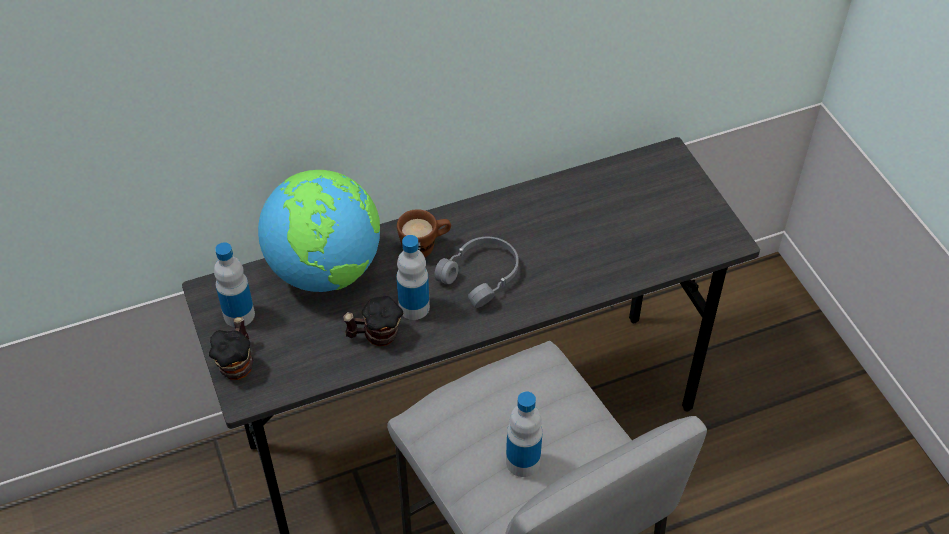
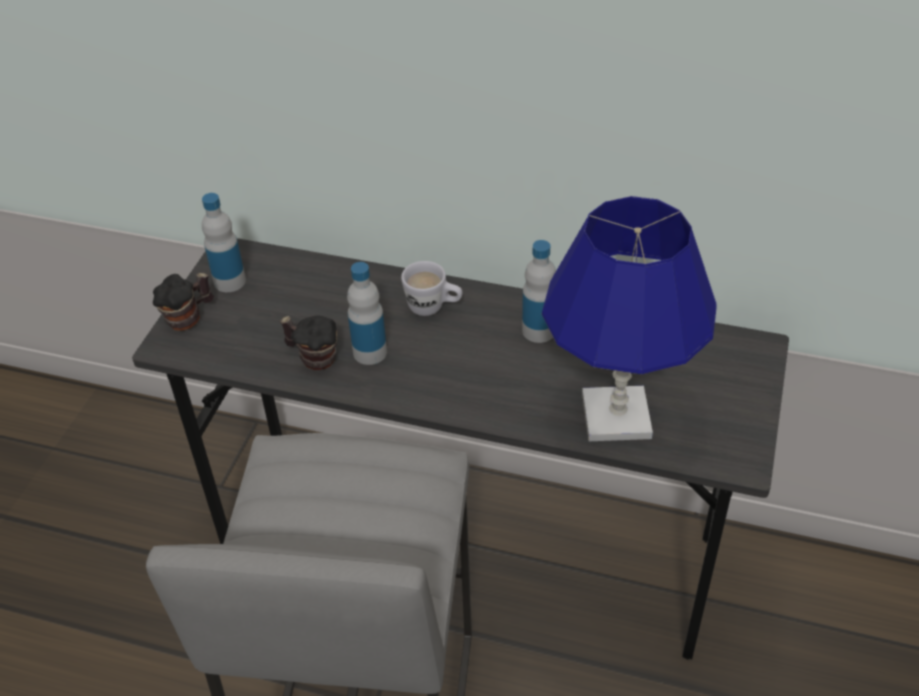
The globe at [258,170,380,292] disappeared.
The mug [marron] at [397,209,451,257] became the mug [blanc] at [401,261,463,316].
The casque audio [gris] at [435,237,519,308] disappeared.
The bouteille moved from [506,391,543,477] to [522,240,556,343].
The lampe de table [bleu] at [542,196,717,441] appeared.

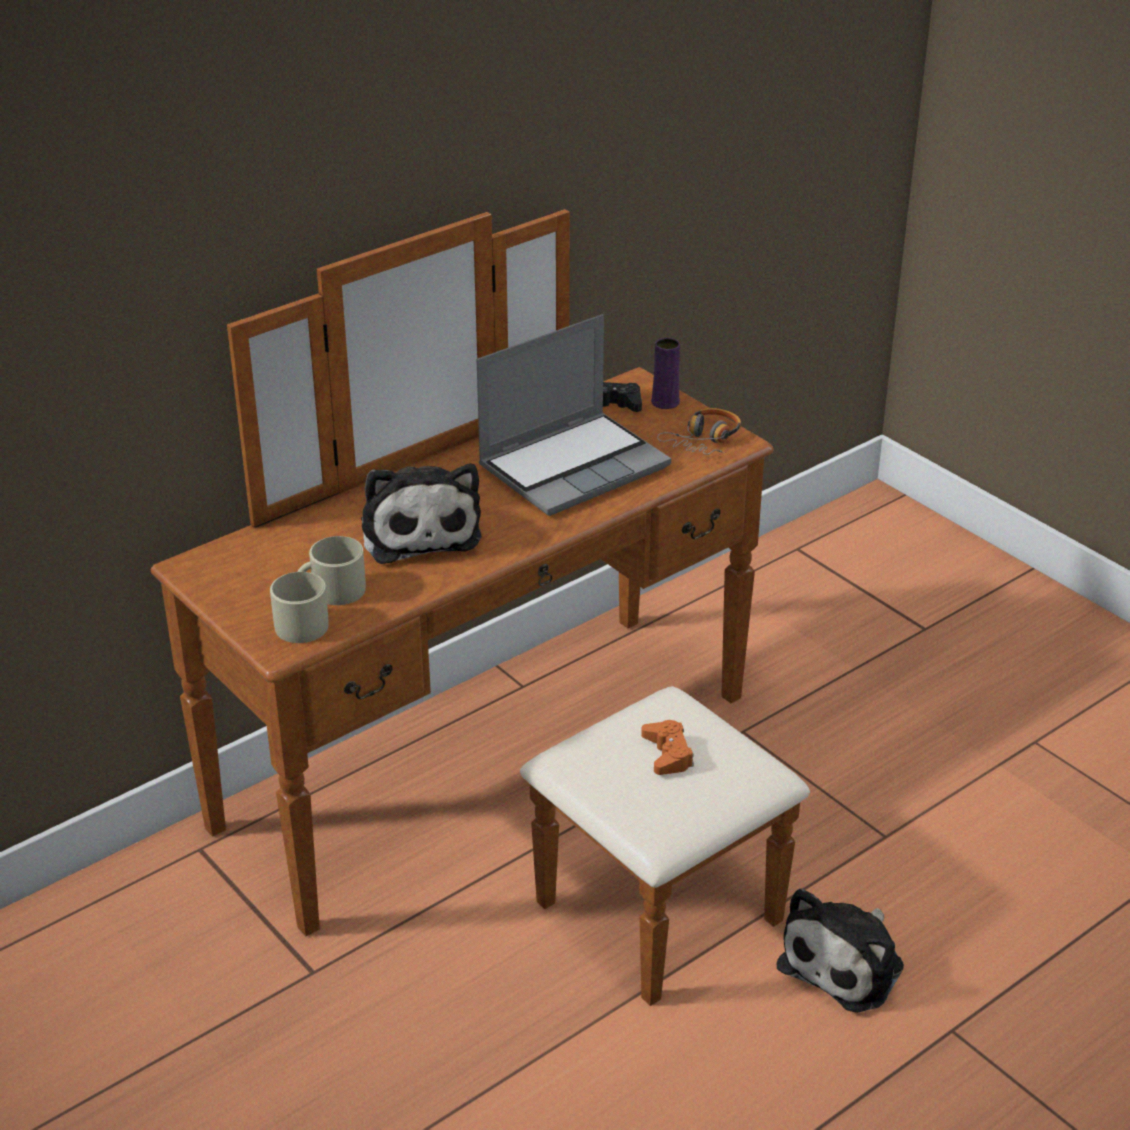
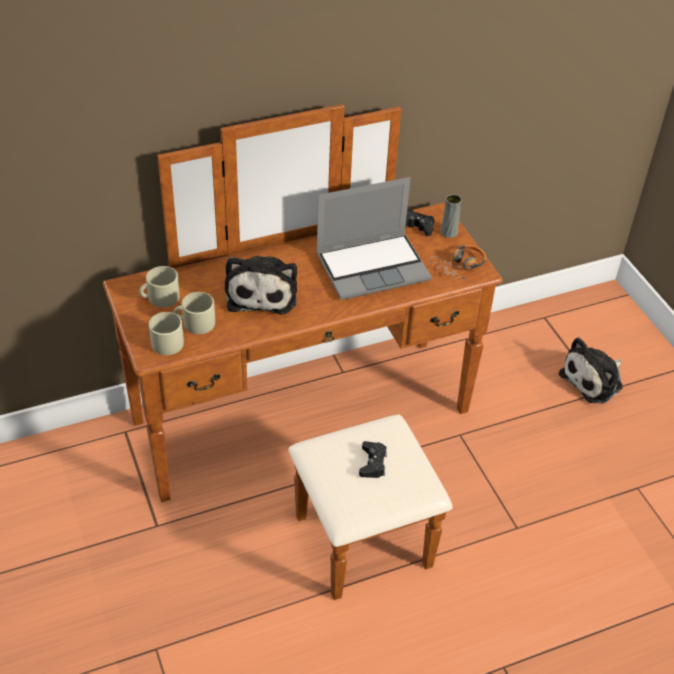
The manette [orange] at [641,720,694,775] became the manette [noir] at [359,441,387,478].
The vase [violet] at [651,338,680,409] became the vase [gris] at [440,194,462,238].
The peluche moved from [777,888,904,1013] to [559,338,623,404].
The mug [beige] at [139,266,180,308] appeared.

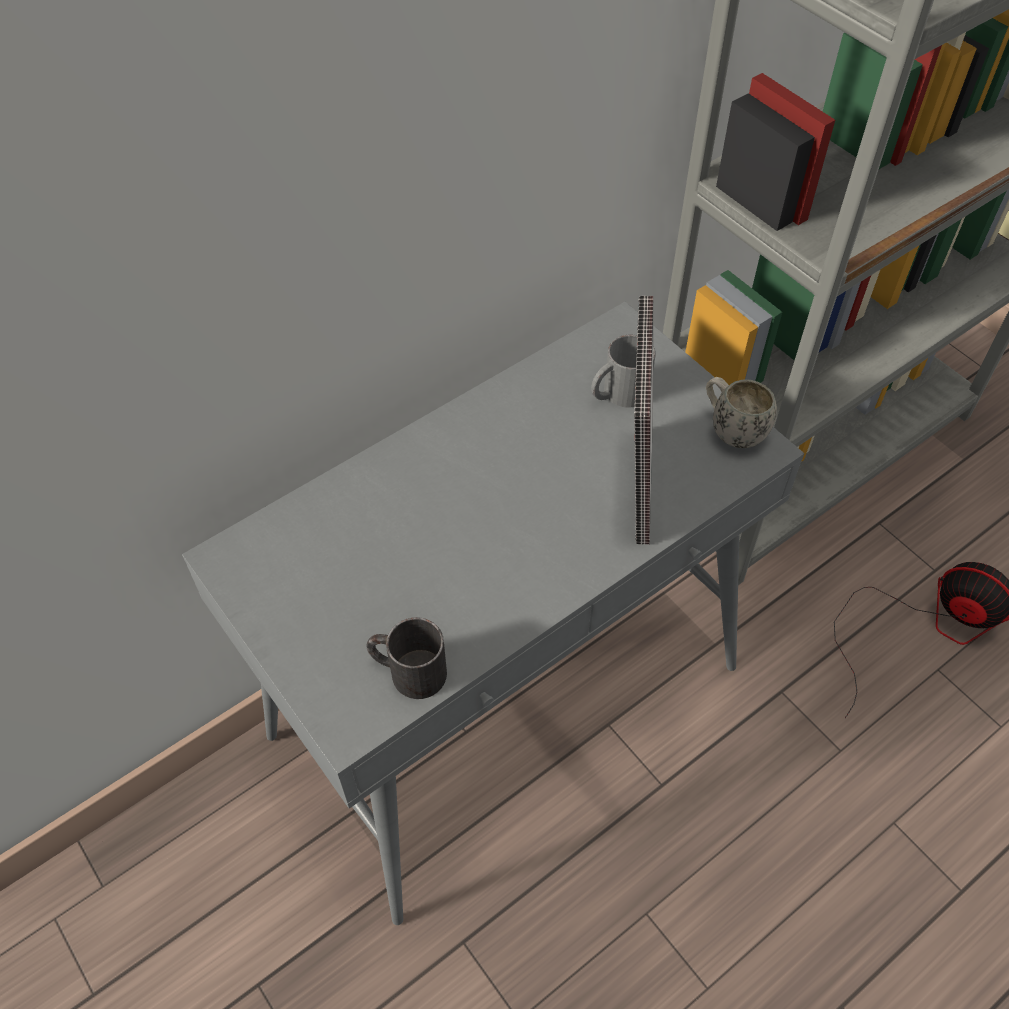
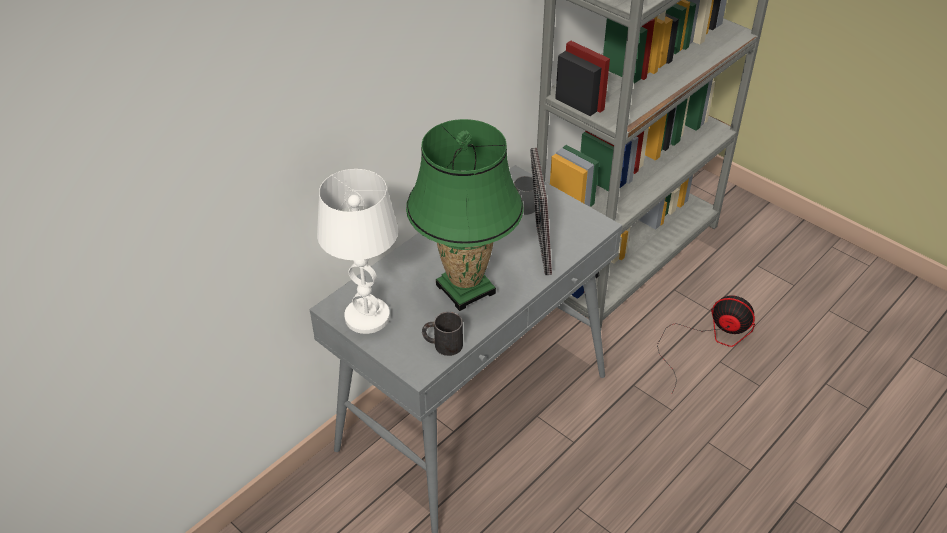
The mug [blanc] at [706,377,777,448] disappeared.
The lampe de table [blanc] at [317,169,398,334] appeared.
The lampe de table [vert] at [406,119,523,311] appeared.

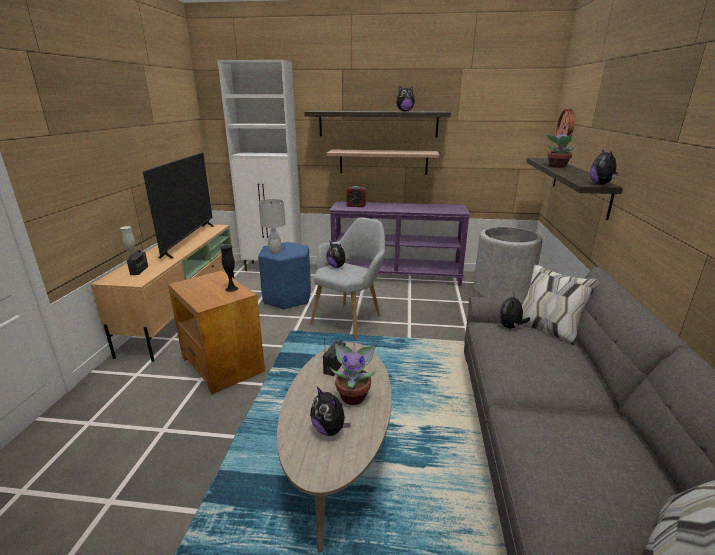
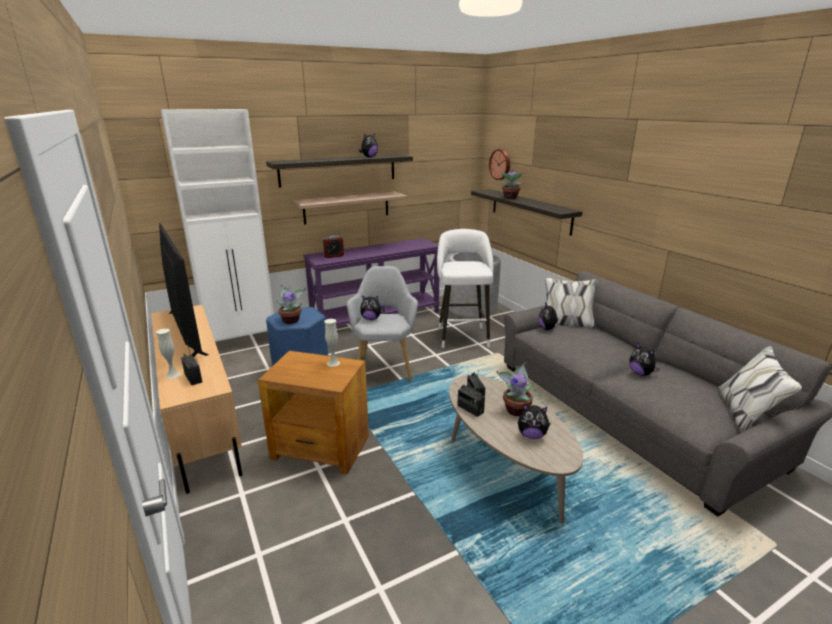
The vase [noir] at [220,245,238,292] became the vase [blanc] at [324,319,340,367].
The lampe de table [blanc] at [259,199,285,254] was replaced by the plante en pot at [276,285,306,324].
The peluche moved from [590,149,618,185] to [630,343,660,376].
The tabouret [blanc] at [437,229,493,348] appeared.
The radio at [457,380,485,417] appeared.

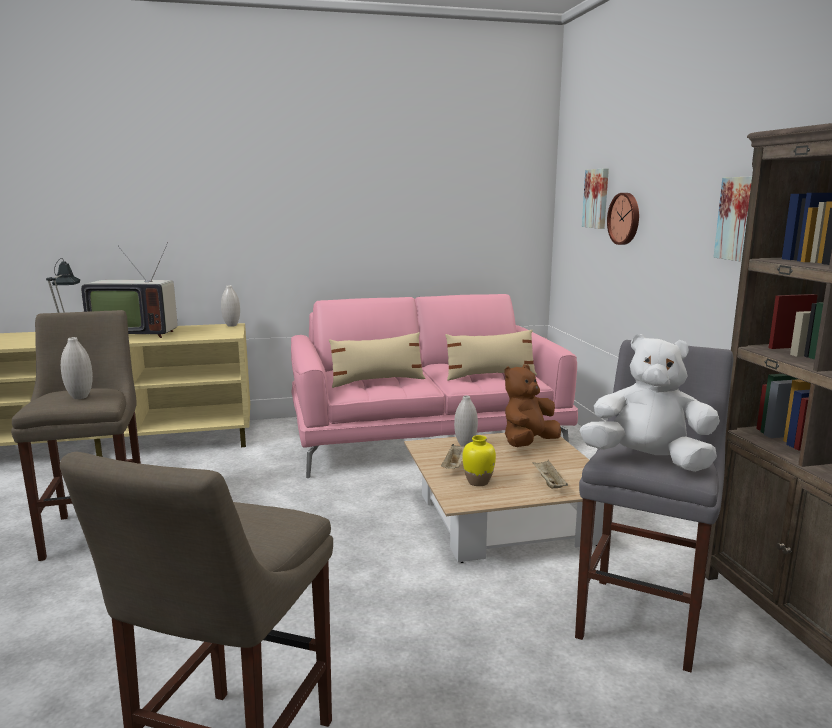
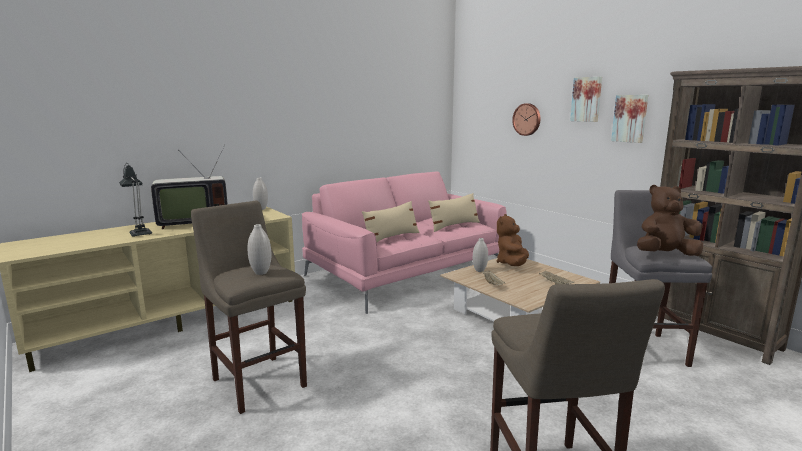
The vase [jaune] at [462,435,496,486] disappeared.
The peluche [blanc] at [580,334,719,472] became the peluche [marron] at [637,185,703,256].
The tableau moved from [582,168,609,229] to [570,77,602,122].

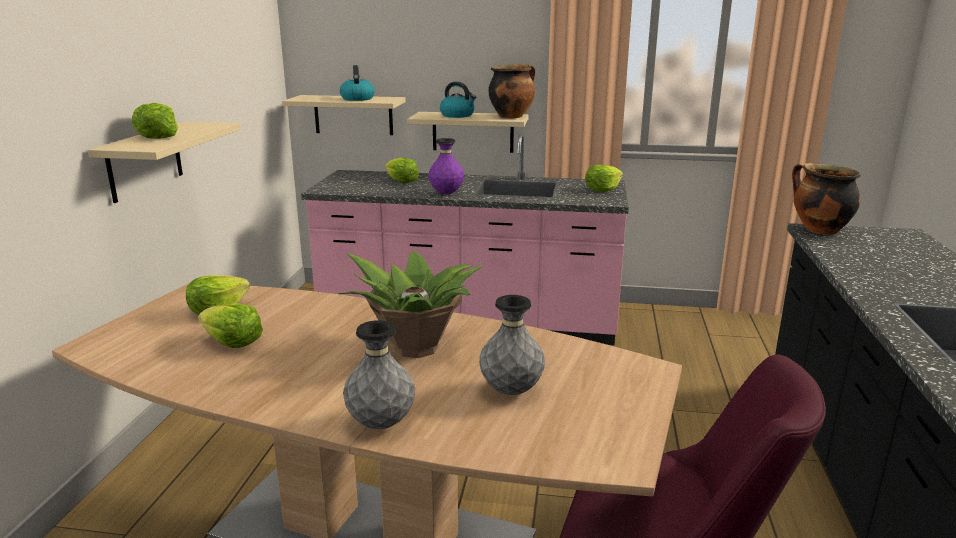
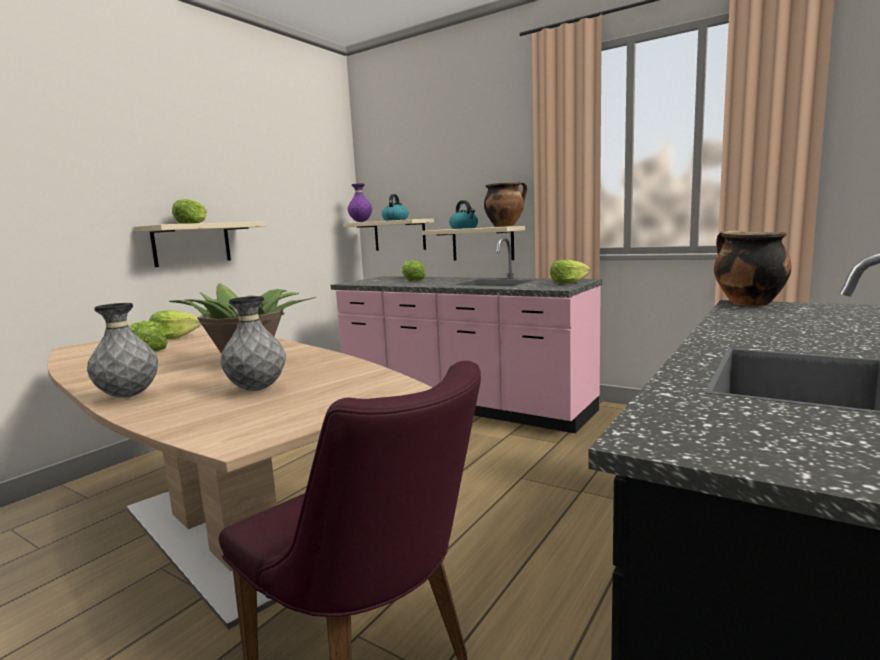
The vase [violet] moved from [428,138,464,194] to [348,184,372,222].

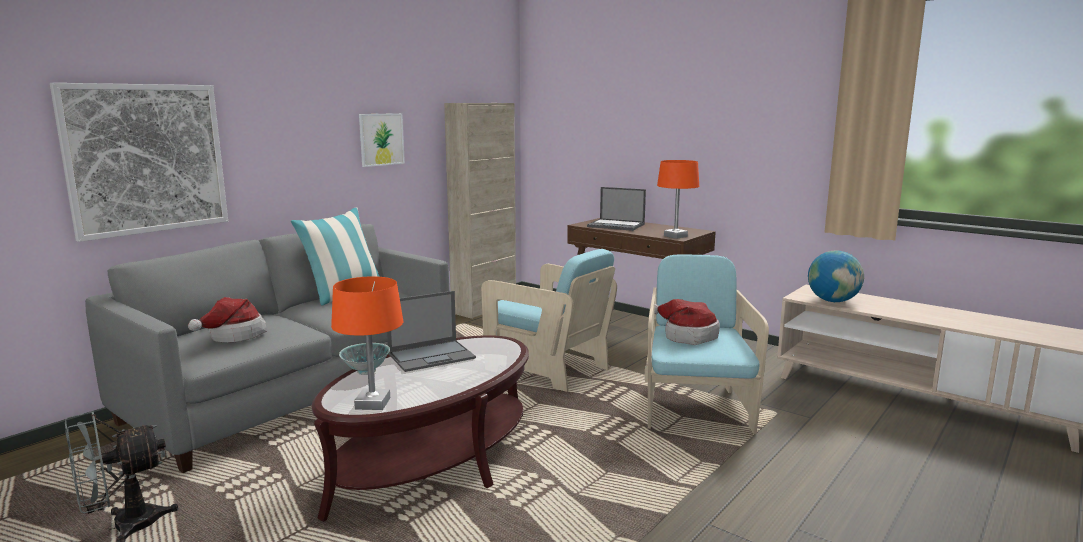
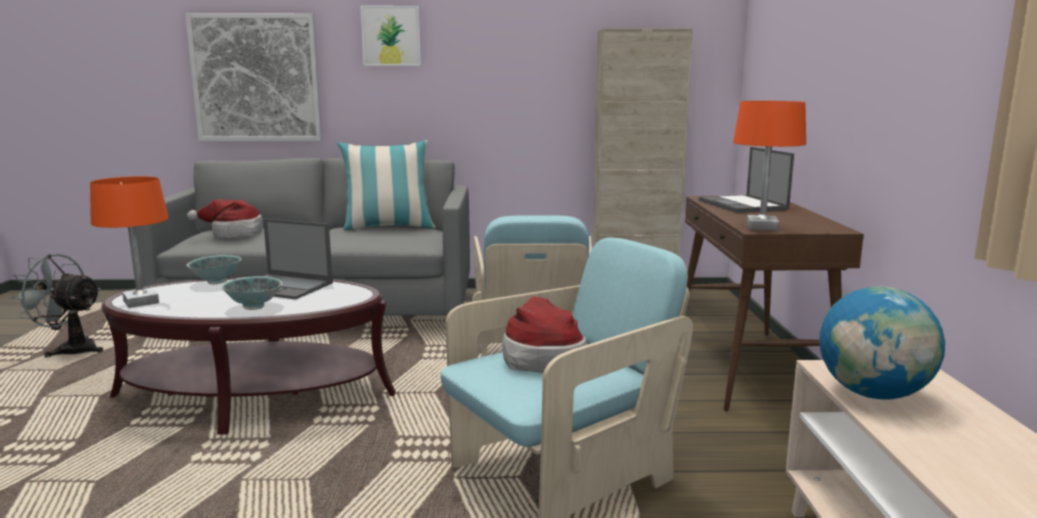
The tableau moved from [359,113,405,167] to [360,6,421,66].
The bol at [221,276,283,310] appeared.

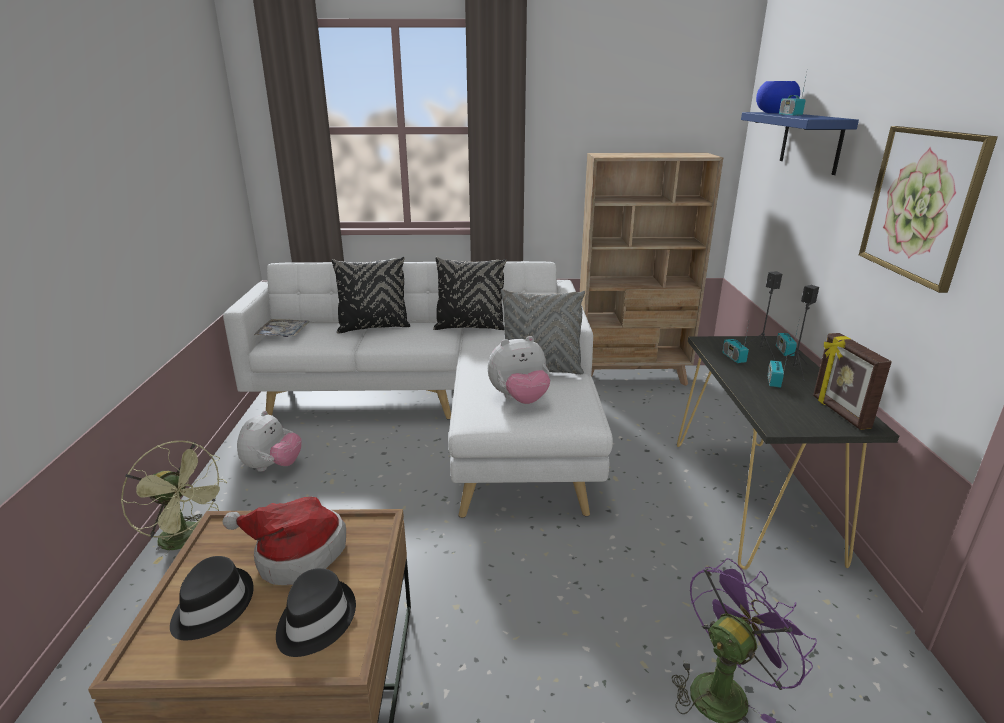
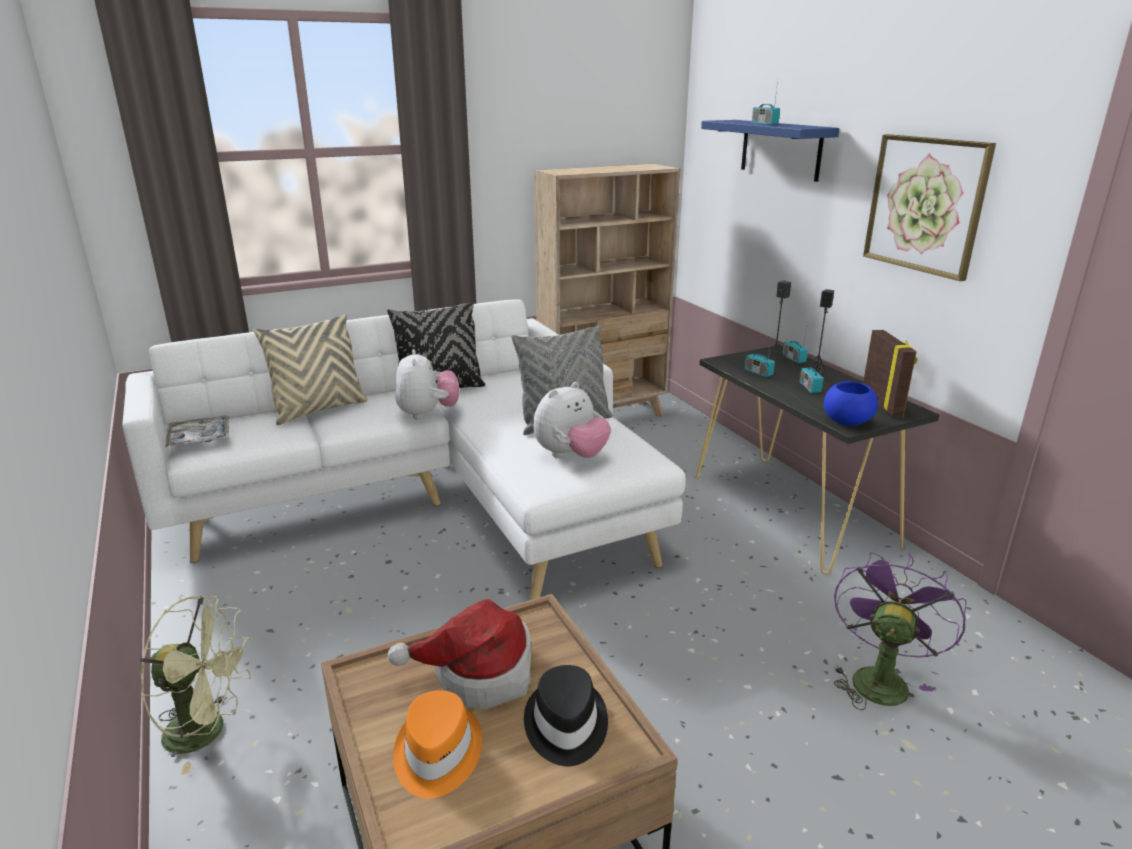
The chapeau [noir] at [170,556,254,640] became the chapeau [orange] at [393,690,483,798].
The peluche moved from [237,411,302,472] to [395,349,459,420].
The coussin [noir] at [332,257,410,334] became the coussin [beige] at [254,314,368,425].
The bol [bleu] moved from [756,81,800,113] to [824,381,878,426].
The cadre photo at [813,333,892,430] turned 150 degrees counterclockwise.

